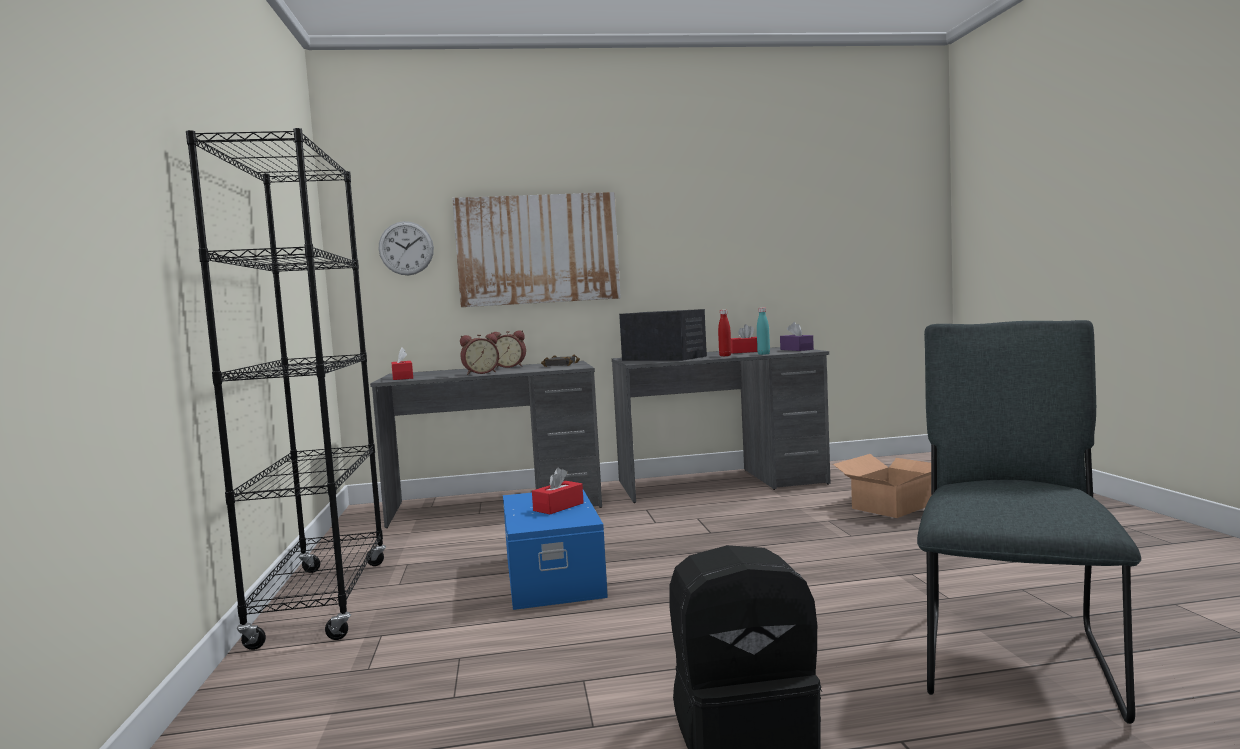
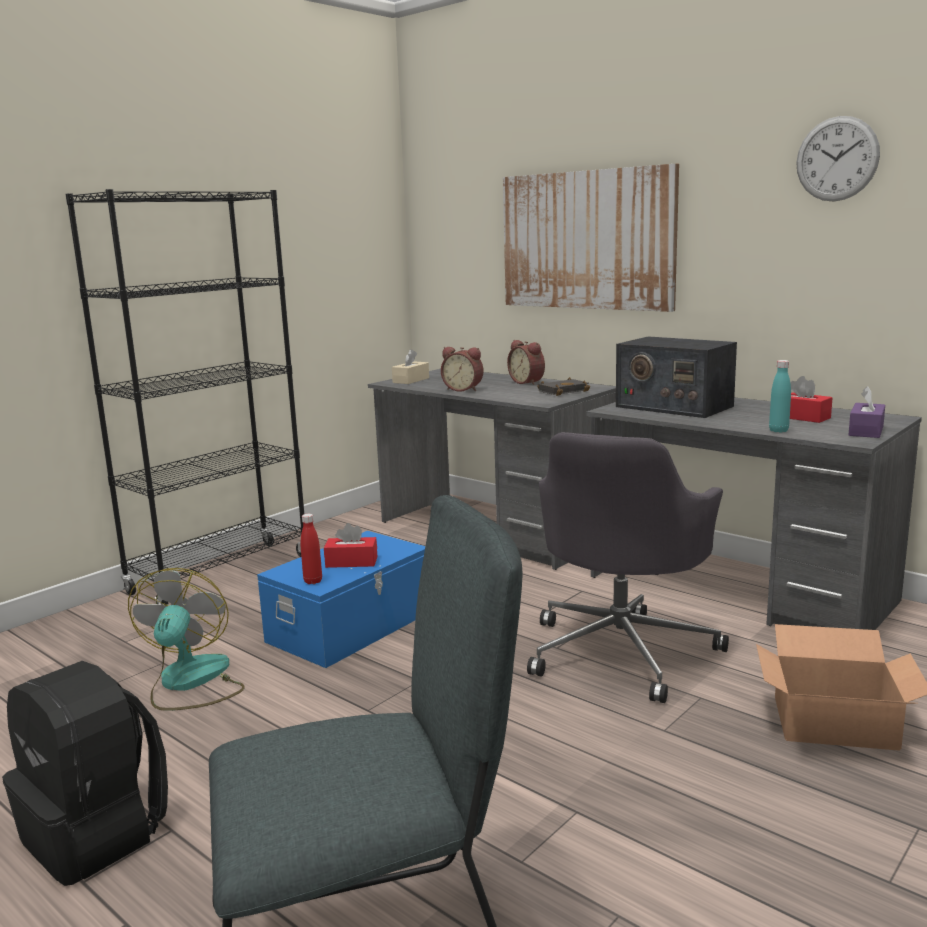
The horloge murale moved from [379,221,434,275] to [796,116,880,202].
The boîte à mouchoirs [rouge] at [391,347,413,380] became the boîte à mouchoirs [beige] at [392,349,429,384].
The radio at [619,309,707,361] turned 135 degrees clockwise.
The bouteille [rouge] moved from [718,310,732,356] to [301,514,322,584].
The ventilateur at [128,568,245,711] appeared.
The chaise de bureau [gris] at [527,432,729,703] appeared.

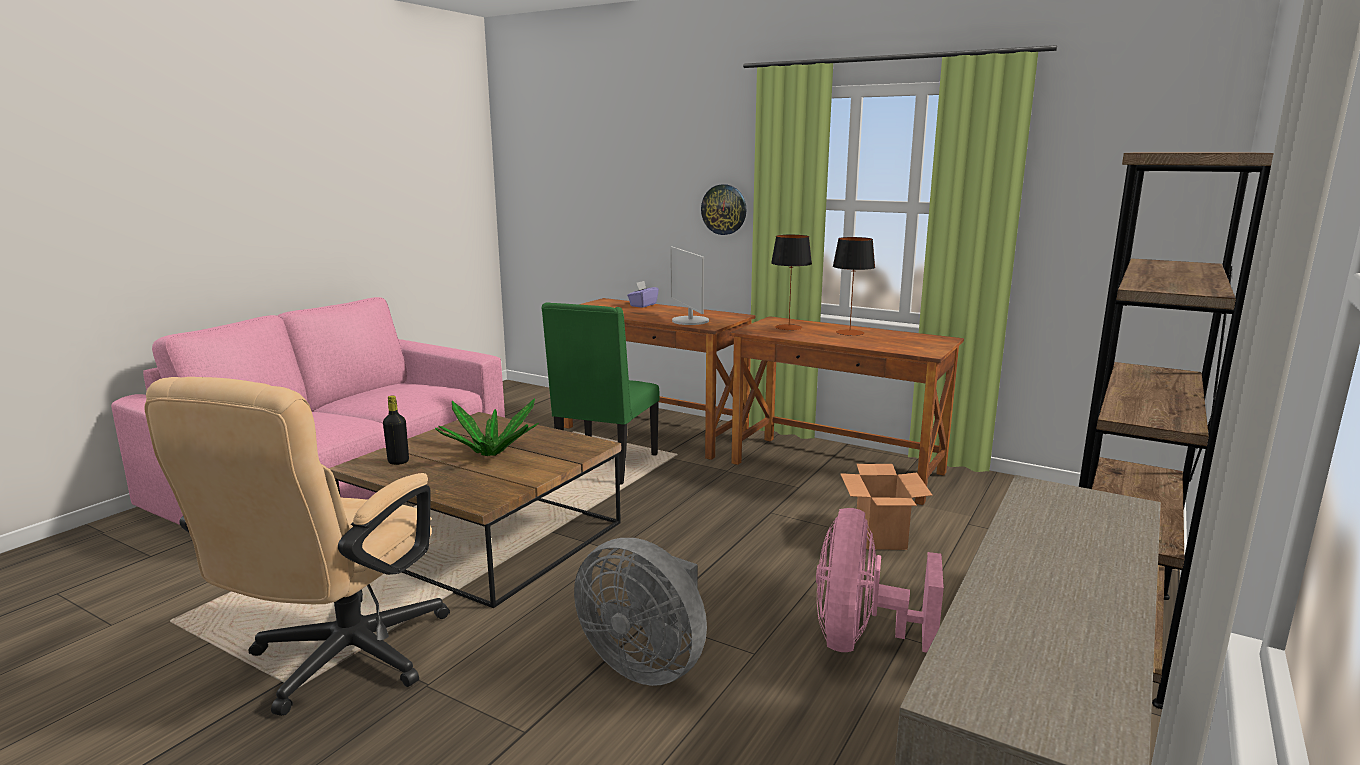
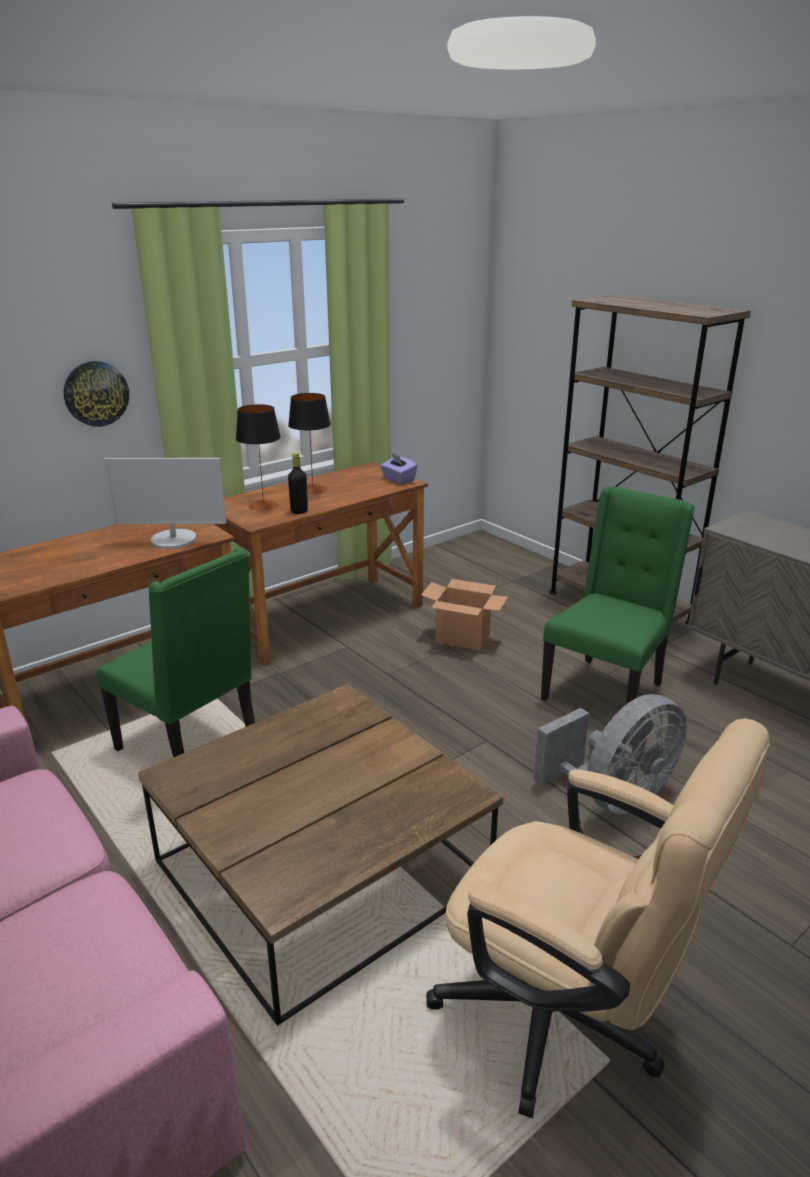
The bouteille [noir] moved from [383,396,409,465] to [288,453,308,514].
The plante en pot at [435,398,539,456] disappeared.
The boîte à mouchoirs [violet] moved from [627,281,659,308] to [380,454,417,484].
The ventilateur [rose] at [816,508,944,652] was replaced by the chaise [vert] at [541,486,695,704].

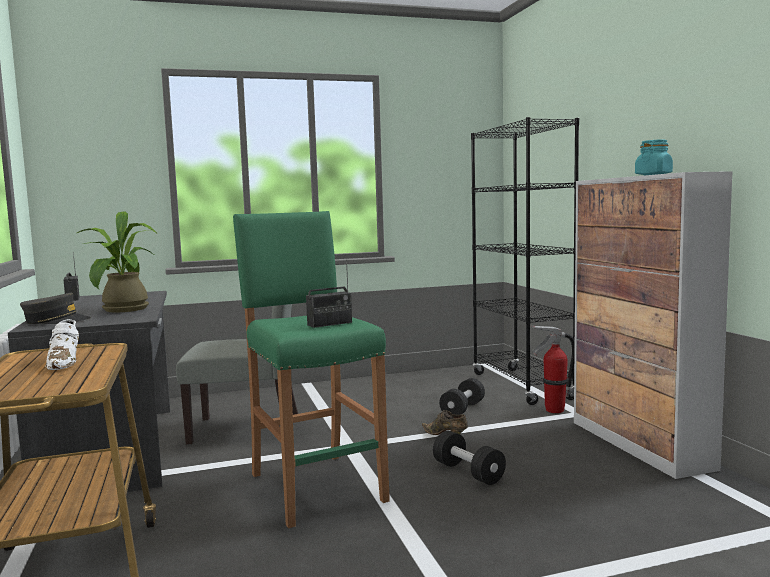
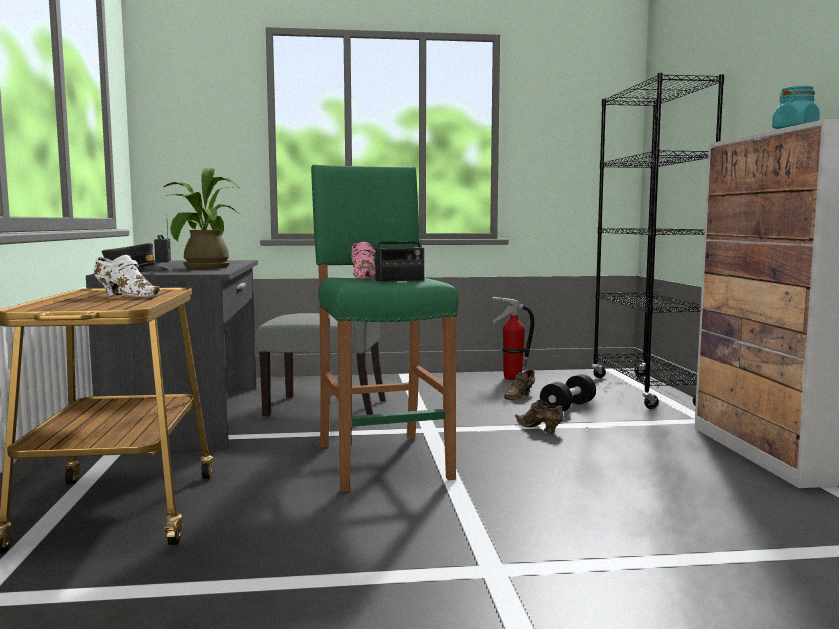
The chaussure [blanc] at [45,319,79,370] turned 60 degrees counterclockwise.
The haltère [noir] at [433,431,506,485] disappeared.
The extincteur moved from [531,325,575,413] to [491,296,534,380].
The chaussure [rose] at [351,242,376,279] appeared.
The chaussure [marron] at [504,370,535,400] appeared.

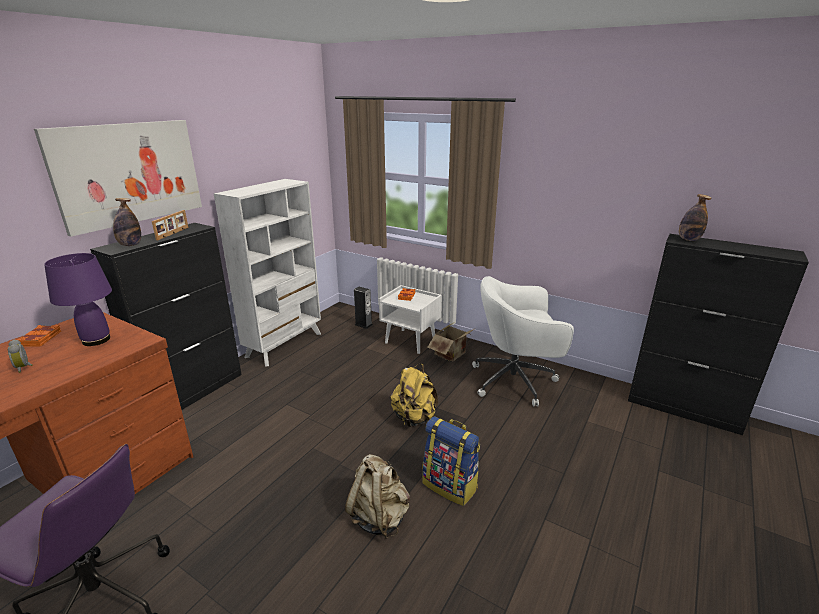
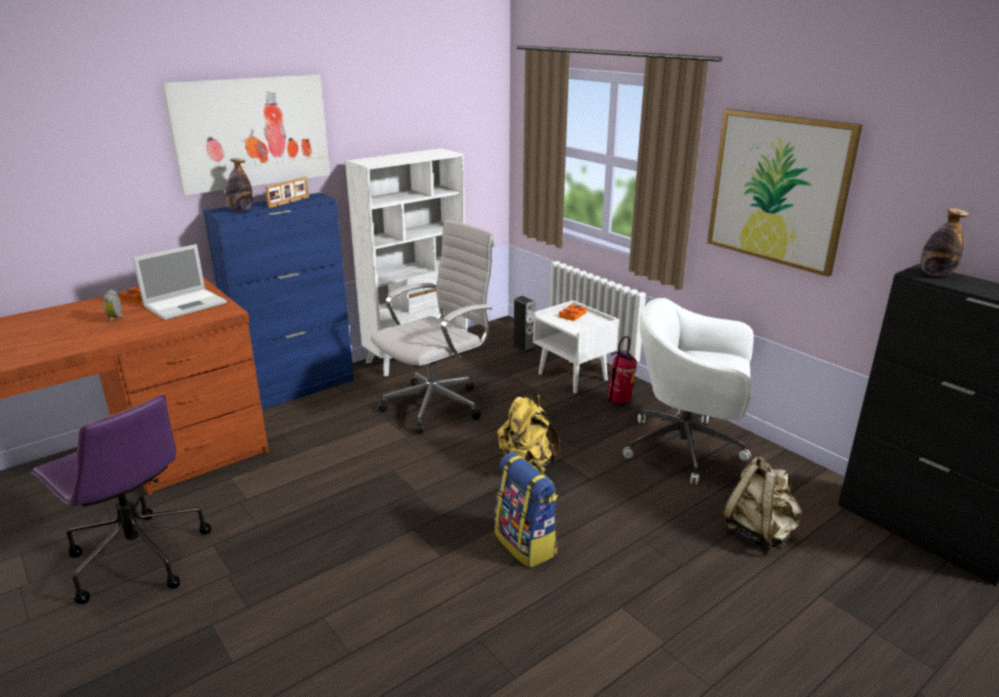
The lampe de table [violet] at [44,253,112,346] was replaced by the ordinateur portable at [133,244,227,320].
The meuble de rangement [noir] at [90,223,242,410] became the meuble de rangement [bleu] at [203,193,354,410].
The sac à dos [beige] moved from [345,454,410,539] to [722,457,802,549].
The carton at [427,322,476,362] was replaced by the extincteur at [608,336,637,404].
The chaise de bureau [blanc] at [371,220,495,434] appeared.
The tableau at [707,109,863,277] appeared.

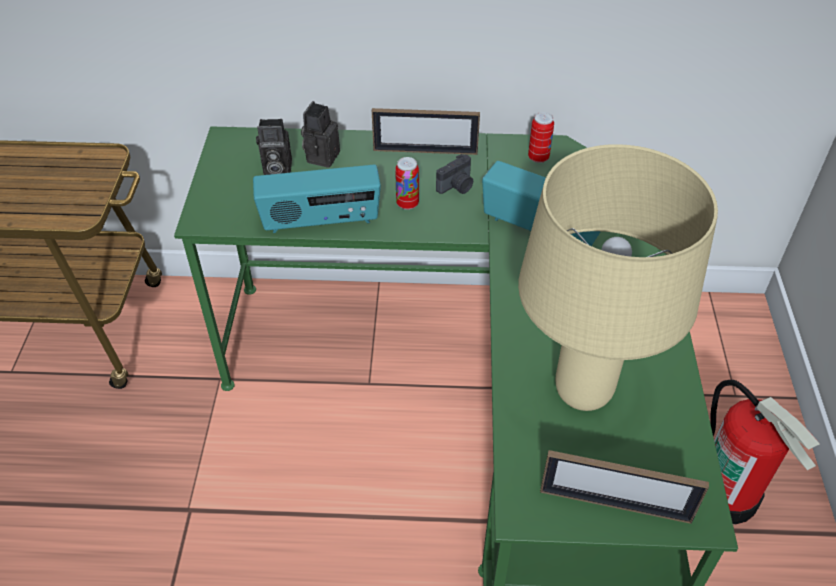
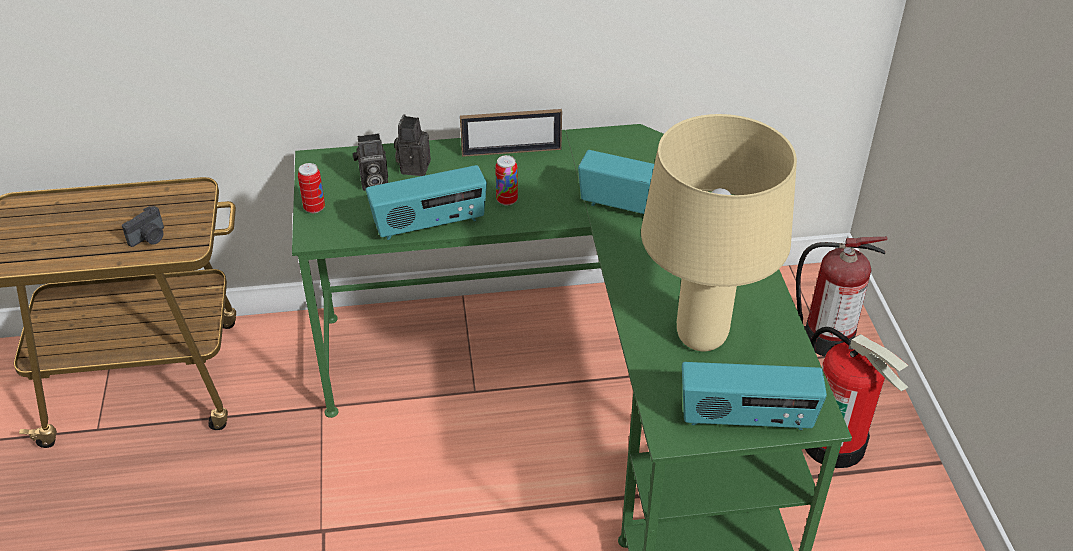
The appareil photo moved from [436,154,473,194] to [122,206,164,247].
The boîte métallique moved from [528,112,554,163] to [298,163,325,213].
The cadre photo at [540,450,709,524] was replaced by the radio at [682,362,827,430].
The extincteur at [796,237,888,357] appeared.

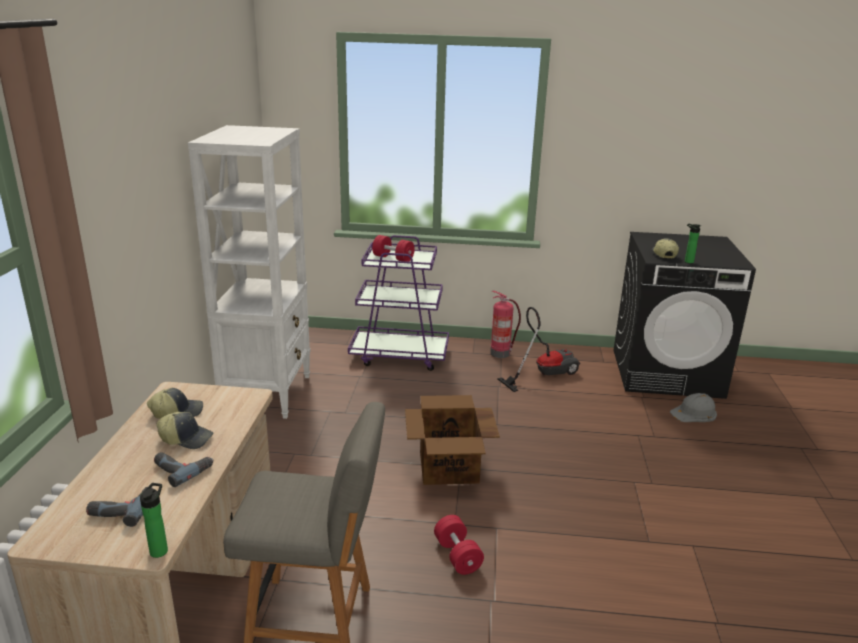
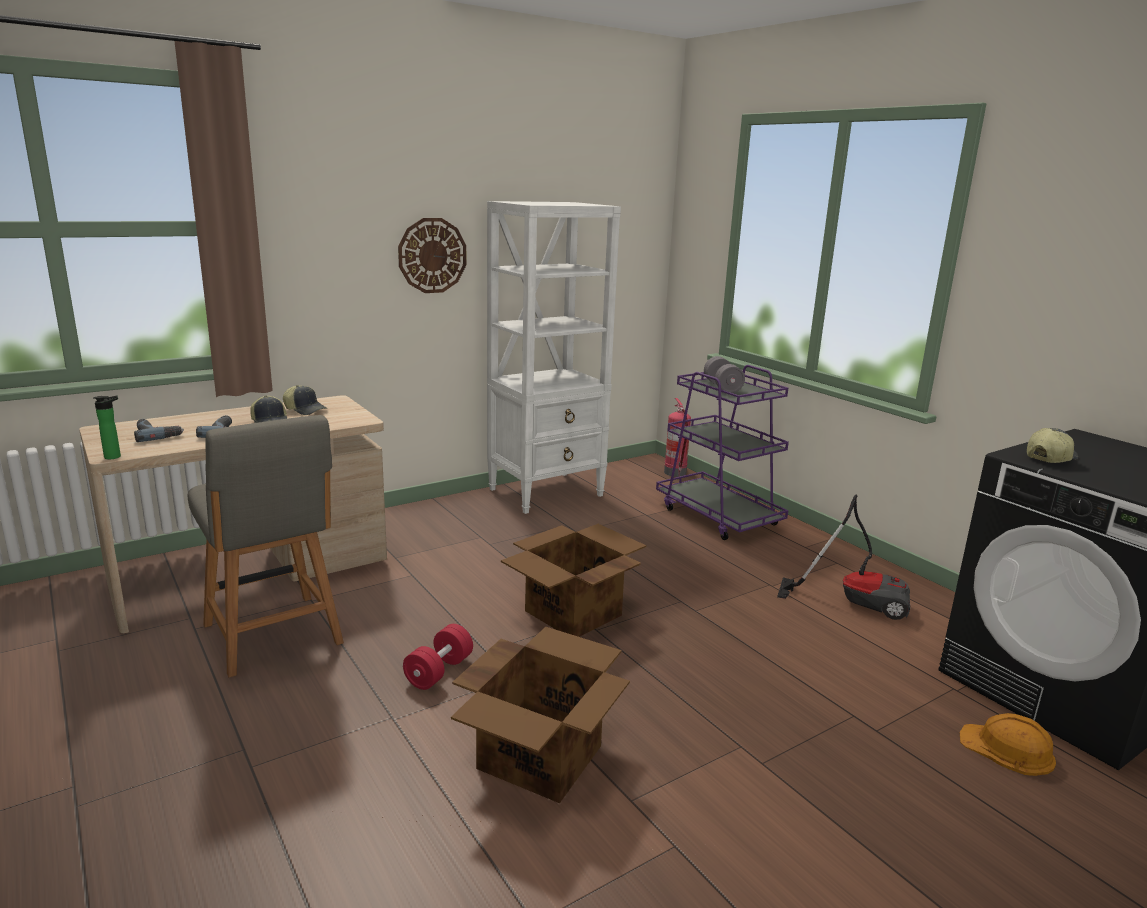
The haltère [rouge] at [372,235,415,262] became the haltère [gris] at [704,356,745,393].
The extincteur moved from [490,291,521,358] to [664,398,691,477].
The casque de chantier [gris] at [670,393,717,422] became the casque de chantier [orange] at [960,713,1056,776].
The bouteille at [685,223,701,263] disappeared.
The horloge murale at [398,218,466,293] appeared.
The carton at [451,627,630,803] appeared.

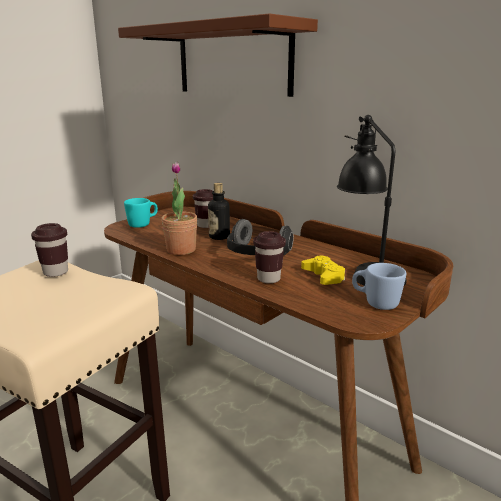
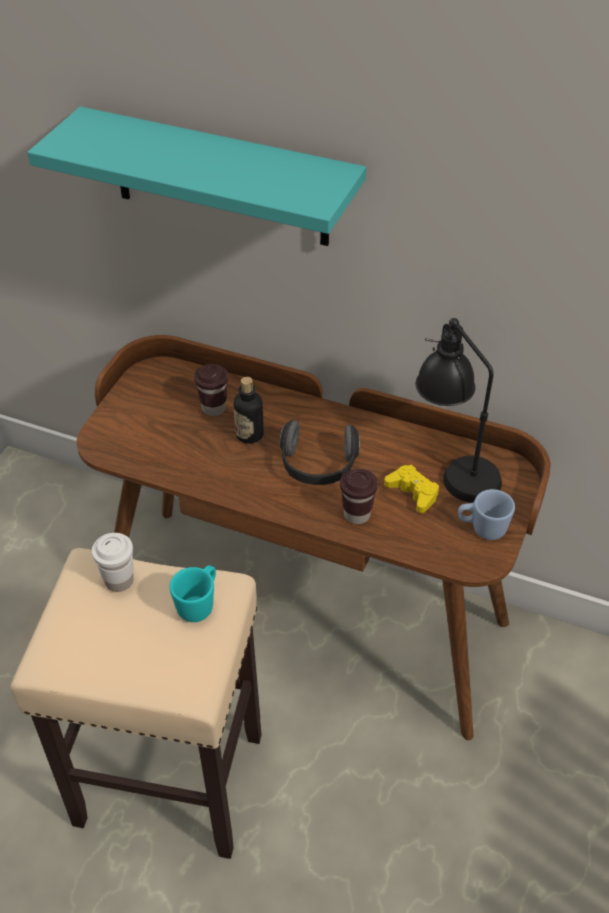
The tasse [marron] at [31,223,68,277] became the tasse [blanc] at [92,533,134,592].
The étagère [marron] at [118,13,318,97] became the étagère [turquoise] at [27,106,366,246].
The mug [turquoise] moved from [124,198,158,228] to [170,565,216,622].
The plante en pot at [161,162,198,255] disappeared.

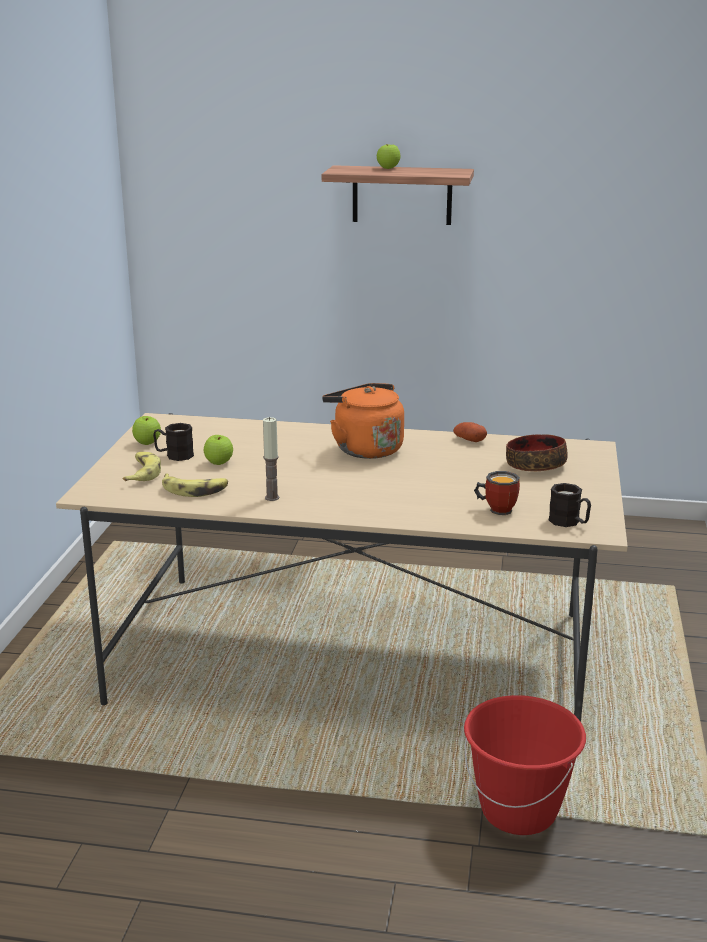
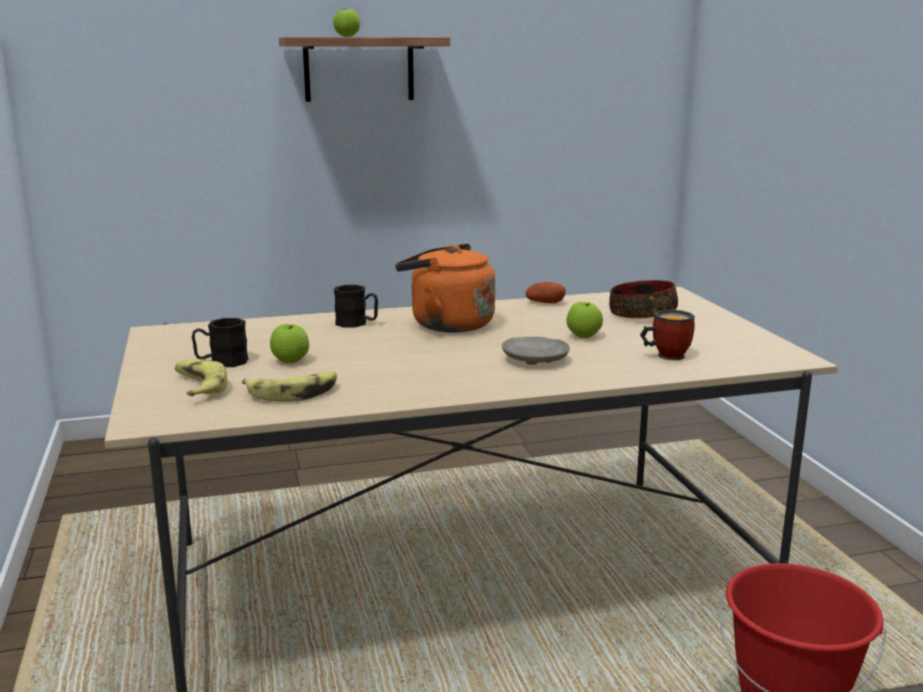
The pomme moved from [132,416,161,445] to [566,302,603,338].
The bougie at [263,417,279,501] disappeared.
The mug [noir] moved from [549,483,591,527] to [334,285,378,327].
The assiette [beige] at [502,337,570,365] appeared.

